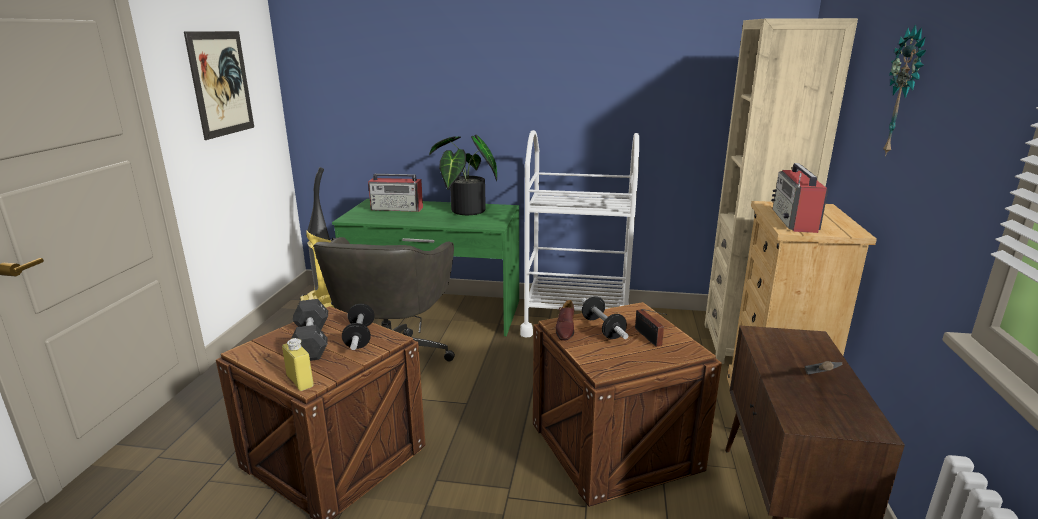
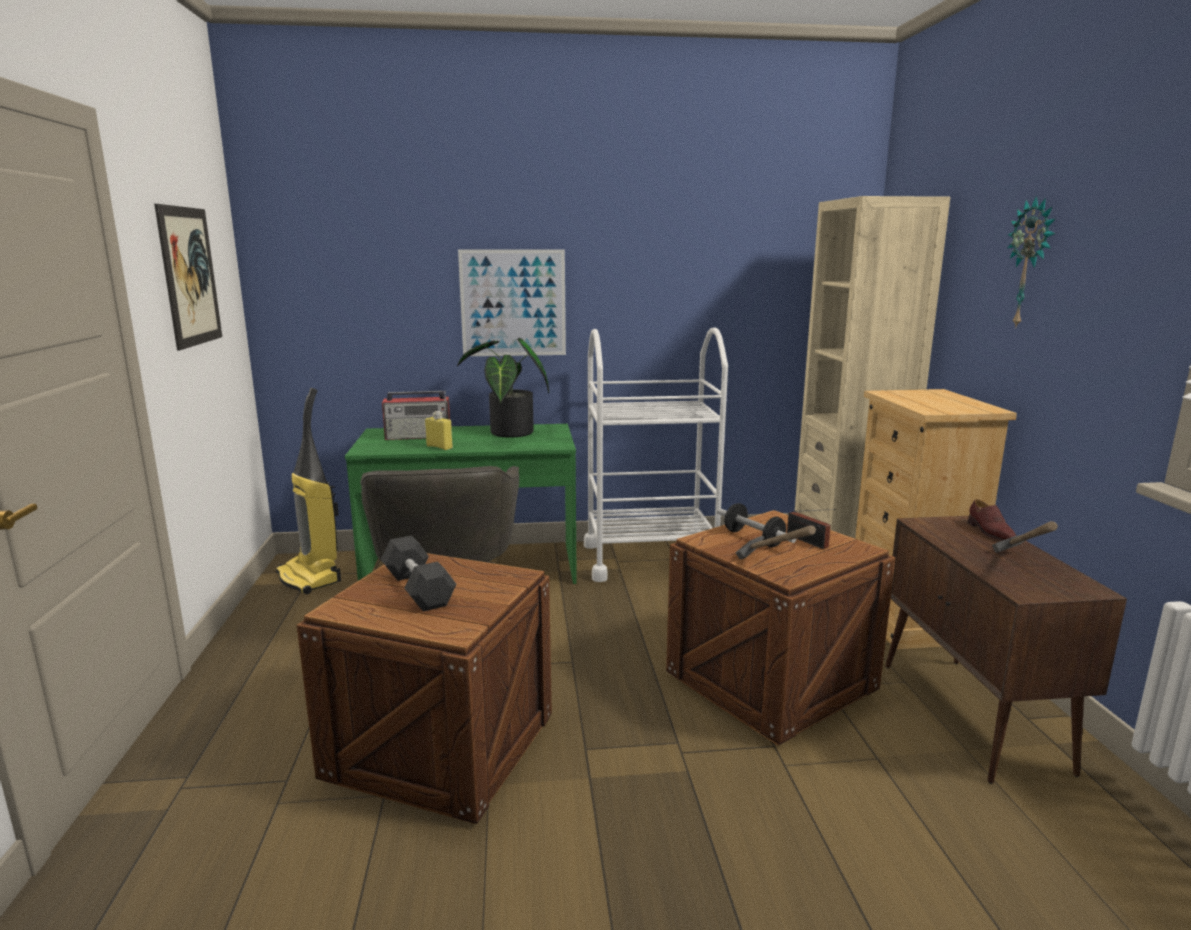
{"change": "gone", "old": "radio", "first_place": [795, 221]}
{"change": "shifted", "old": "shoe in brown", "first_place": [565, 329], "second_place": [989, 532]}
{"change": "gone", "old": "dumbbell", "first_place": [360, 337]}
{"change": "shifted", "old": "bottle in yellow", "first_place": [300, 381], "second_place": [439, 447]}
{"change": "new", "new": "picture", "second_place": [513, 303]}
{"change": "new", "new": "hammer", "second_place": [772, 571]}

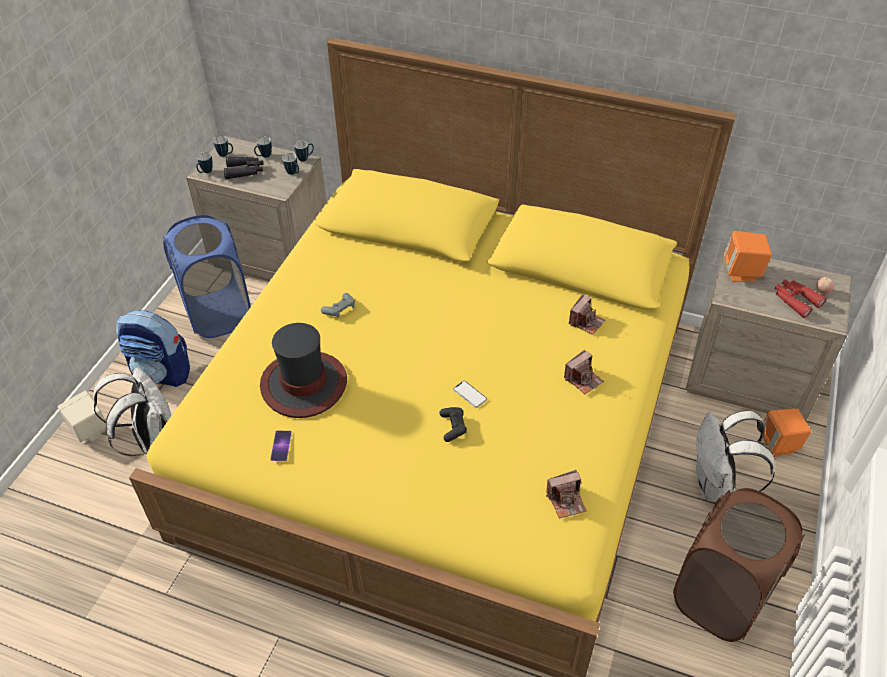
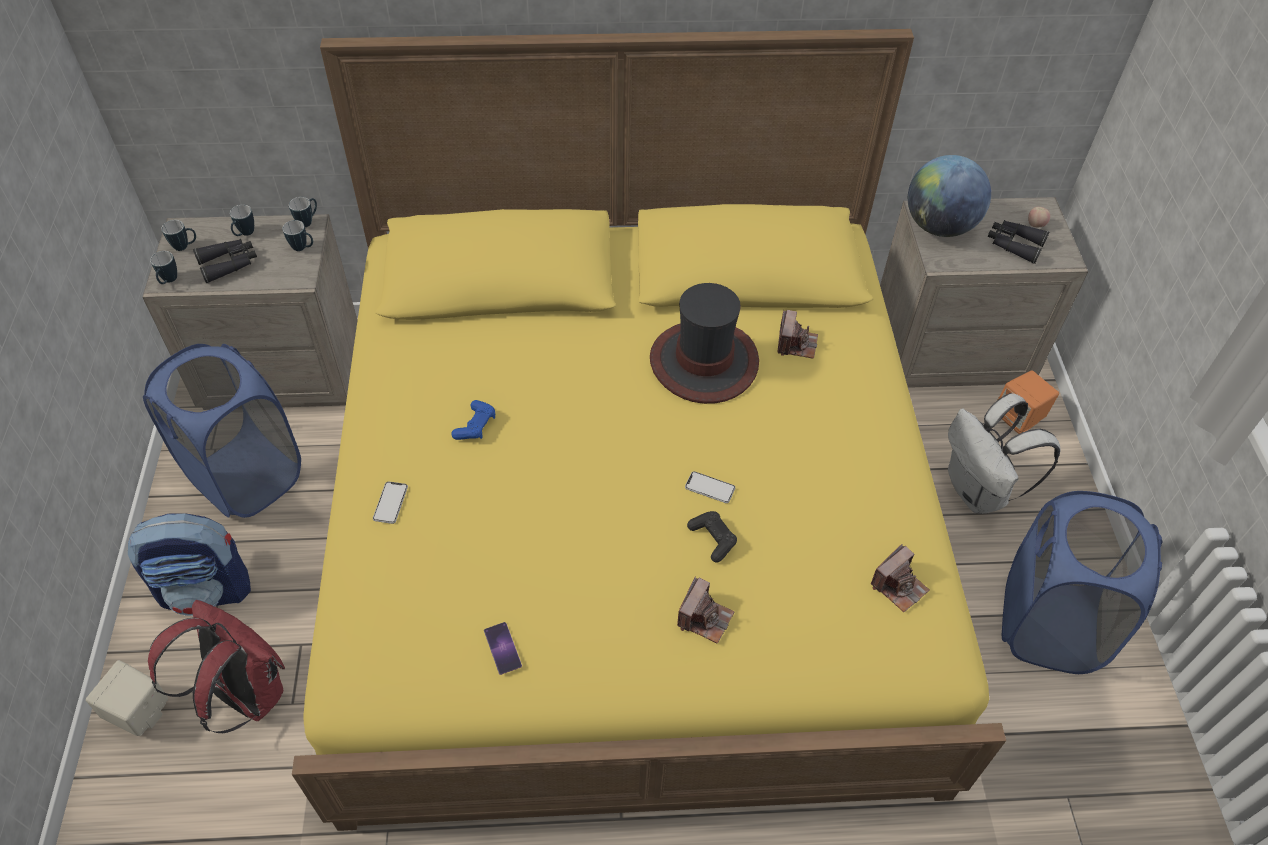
{"change": "swapped", "old": "speaker in orange", "new": "globe", "first_place": [742, 272], "second_place": [939, 226]}
{"change": "repainted", "old": "binoculars in red", "new": "binoculars in black", "first_place": [795, 300], "second_place": [1014, 244]}
{"change": "repainted", "old": "game controller in grey", "new": "game controller in blue", "first_place": [339, 309], "second_place": [475, 426]}
{"change": "shifted", "old": "hat", "first_place": [304, 384], "second_place": [704, 362]}
{"change": "shifted", "old": "photo camera", "first_place": [583, 379], "second_place": [704, 618]}
{"change": "repainted", "old": "backpack in white", "new": "backpack in red", "first_place": [151, 441], "second_place": [244, 695]}
{"change": "repainted", "old": "laundry basket in brown", "new": "laundry basket in blue", "first_place": [721, 598], "second_place": [1049, 624]}
{"change": "new", "new": "phone", "second_place": [390, 503]}

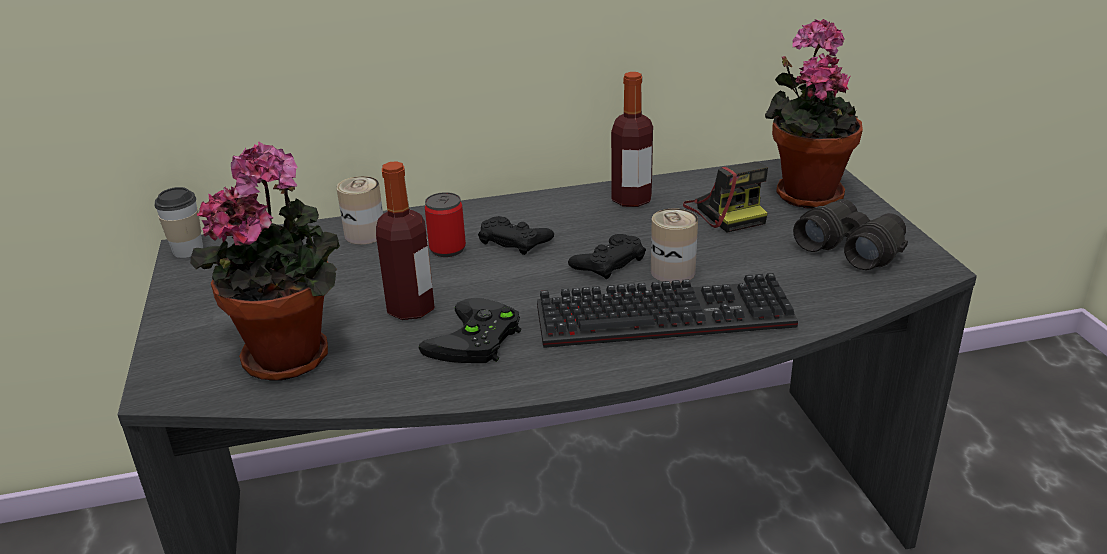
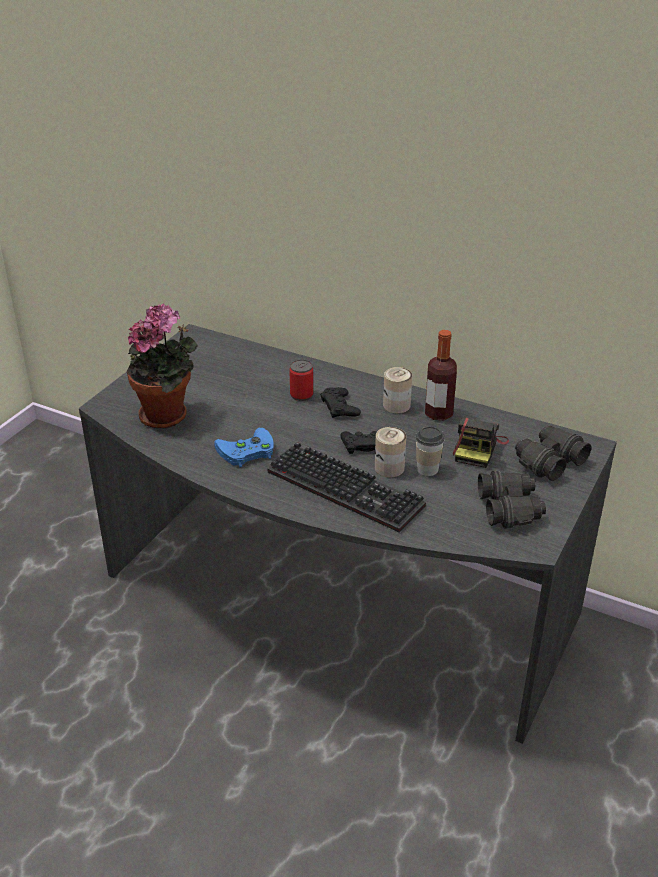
{"change": "swapped", "old": "potted plant", "new": "binoculars in black", "first_place": [805, 193], "second_place": [548, 461]}
{"change": "gone", "old": "bottle", "first_place": [411, 309]}
{"change": "shifted", "old": "can", "first_place": [365, 234], "second_place": [396, 405]}
{"change": "shifted", "old": "cup", "first_place": [188, 250], "second_place": [427, 469]}
{"change": "repainted", "old": "game controller in black", "new": "game controller in blue", "first_place": [475, 341], "second_place": [245, 452]}

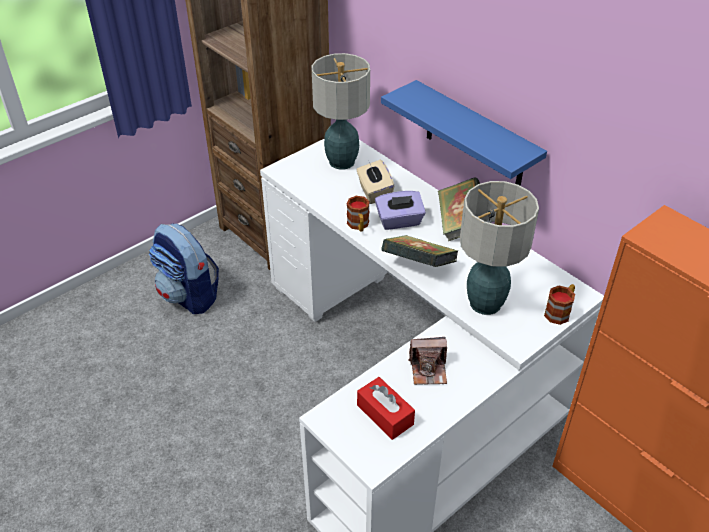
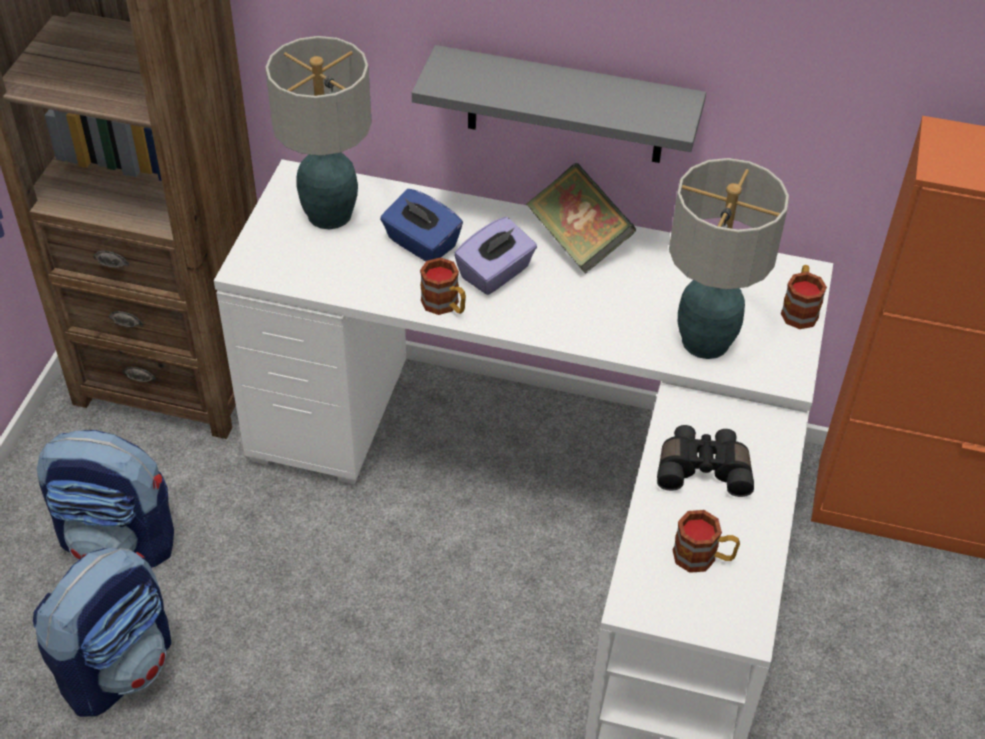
{"change": "repainted", "old": "shelf in blue", "new": "shelf in grey", "first_place": [474, 138], "second_place": [565, 106]}
{"change": "repainted", "old": "tissue box in beige", "new": "tissue box in blue", "first_place": [374, 192], "second_place": [421, 244]}
{"change": "gone", "old": "book", "first_place": [418, 266]}
{"change": "swapped", "old": "photo camera", "new": "binoculars in black", "first_place": [428, 370], "second_place": [703, 468]}
{"change": "swapped", "old": "tissue box in red", "new": "mug", "first_place": [385, 415], "second_place": [703, 557]}
{"change": "new", "new": "backpack", "second_place": [118, 666]}

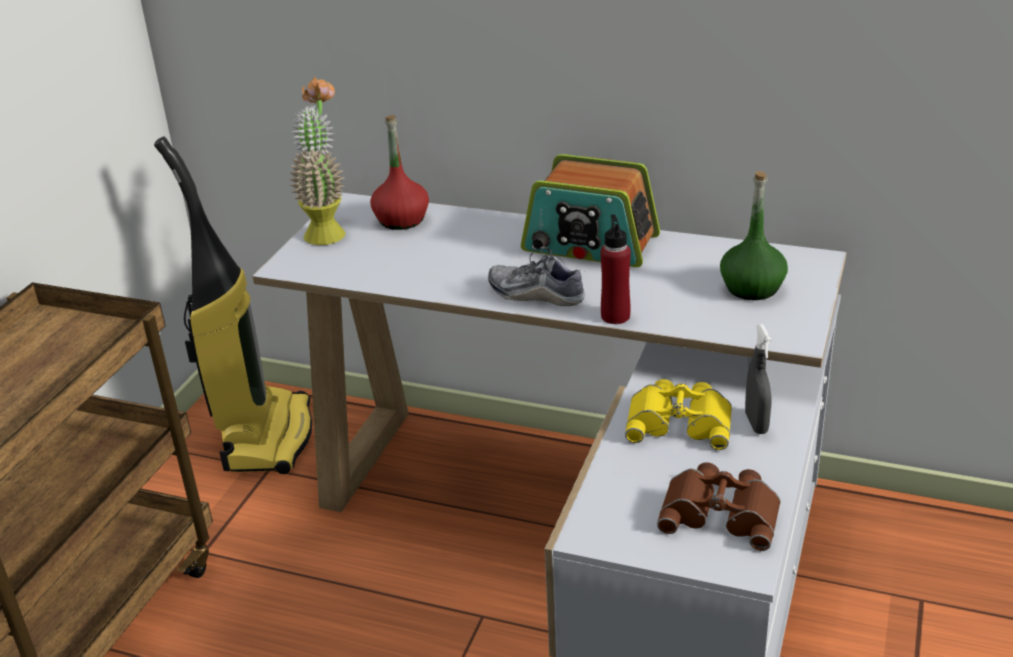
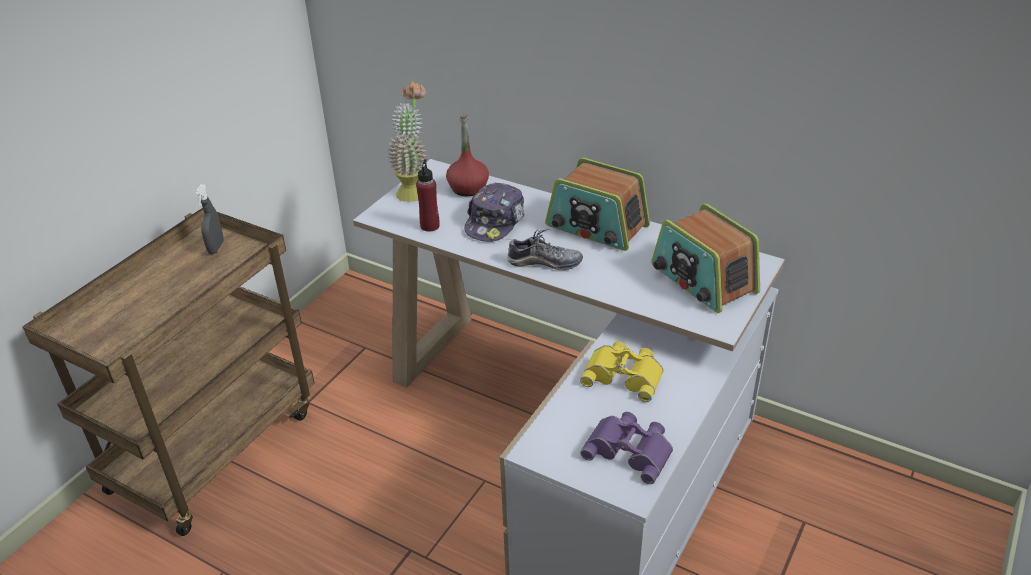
{"change": "gone", "old": "vacuum cleaner", "first_place": [265, 436]}
{"change": "swapped", "old": "bottle in green", "new": "radio", "first_place": [752, 288], "second_place": [703, 280]}
{"change": "shifted", "old": "bottle in red", "first_place": [615, 316], "second_place": [430, 226]}
{"change": "rotated", "old": "shoe", "first_place": [536, 294], "second_place": [544, 262], "degrees": 150}
{"change": "shifted", "old": "spray bottle in grey", "first_place": [756, 423], "second_place": [216, 248]}
{"change": "repainted", "old": "binoculars in brown", "new": "binoculars in purple", "first_place": [721, 512], "second_place": [630, 449]}
{"change": "new", "new": "cap", "second_place": [495, 222]}

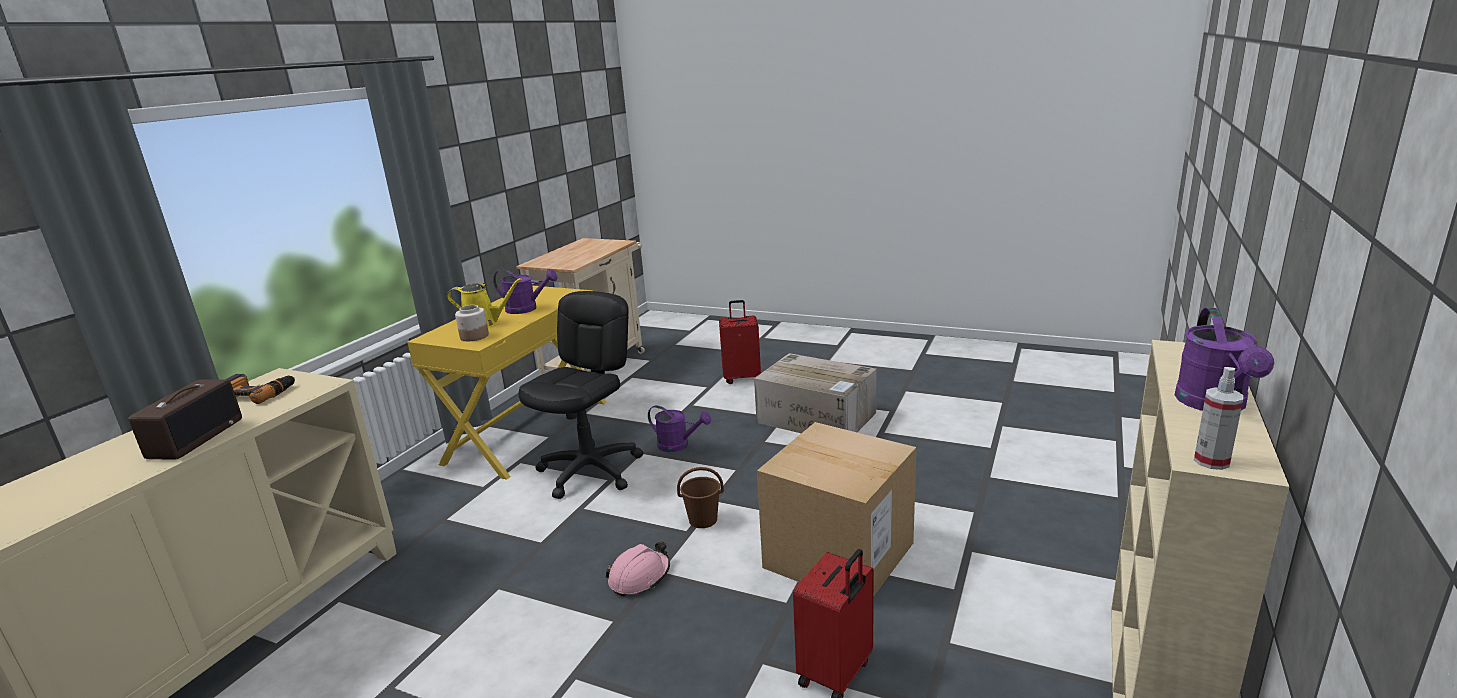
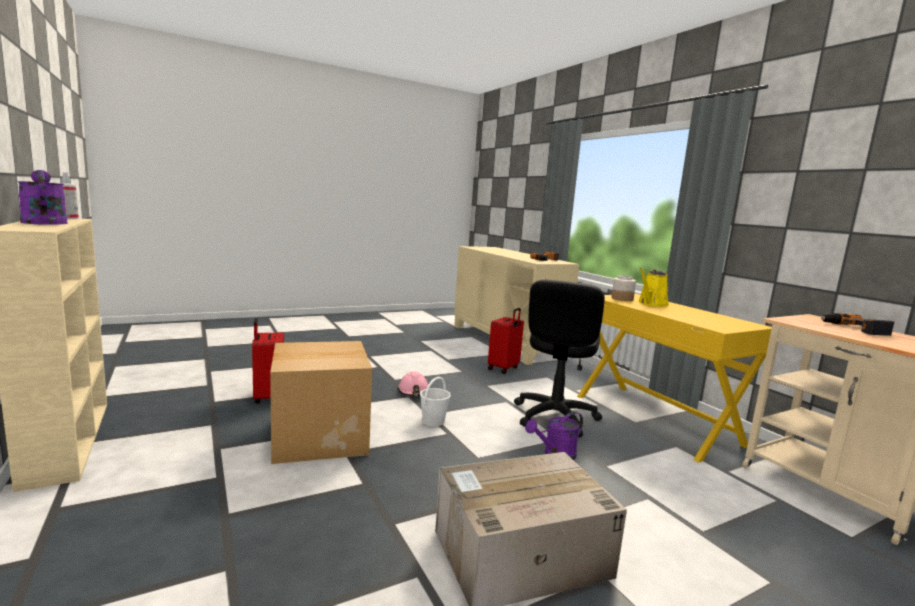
{"change": "gone", "old": "watering can in purple", "first_place": [527, 309]}
{"change": "rotated", "old": "office chair in black", "first_place": [591, 471], "second_place": [554, 416], "degrees": 45}
{"change": "shifted", "old": "suitcase in red", "first_place": [742, 378], "second_place": [504, 368]}
{"change": "gone", "old": "radio", "first_place": [195, 438]}
{"change": "repainted", "old": "bucket in brown", "new": "bucket in white", "first_place": [703, 520], "second_place": [433, 421]}
{"change": "new", "new": "power drill", "second_place": [854, 328]}

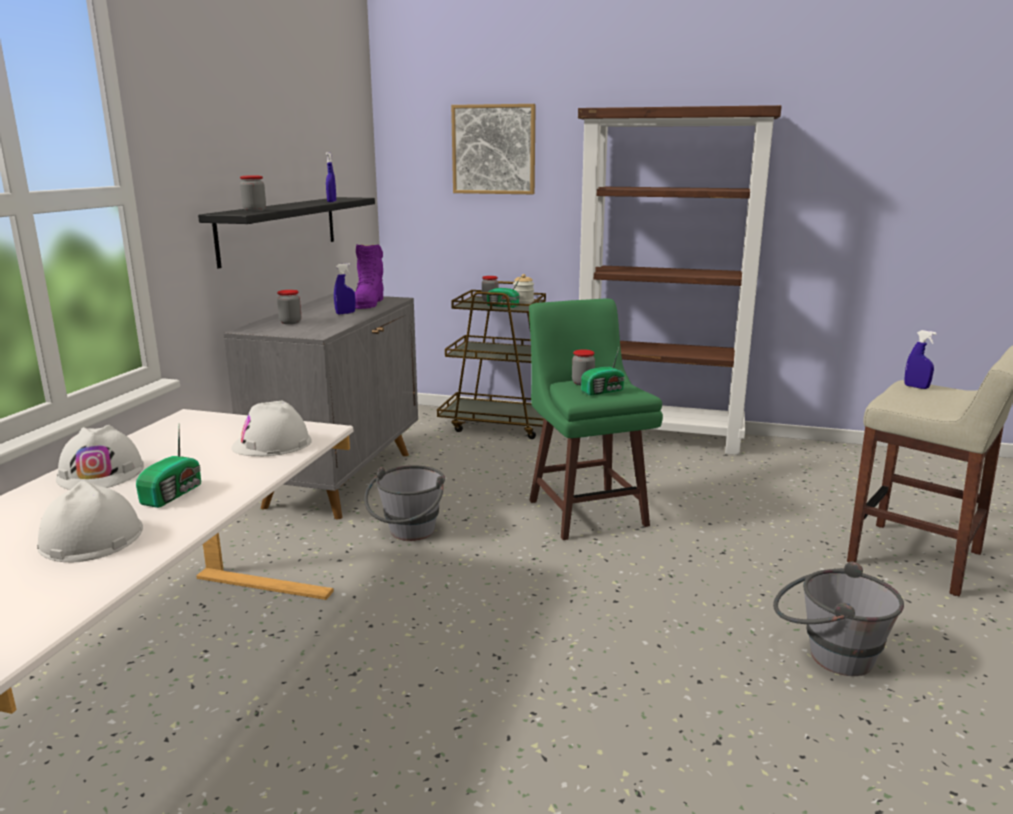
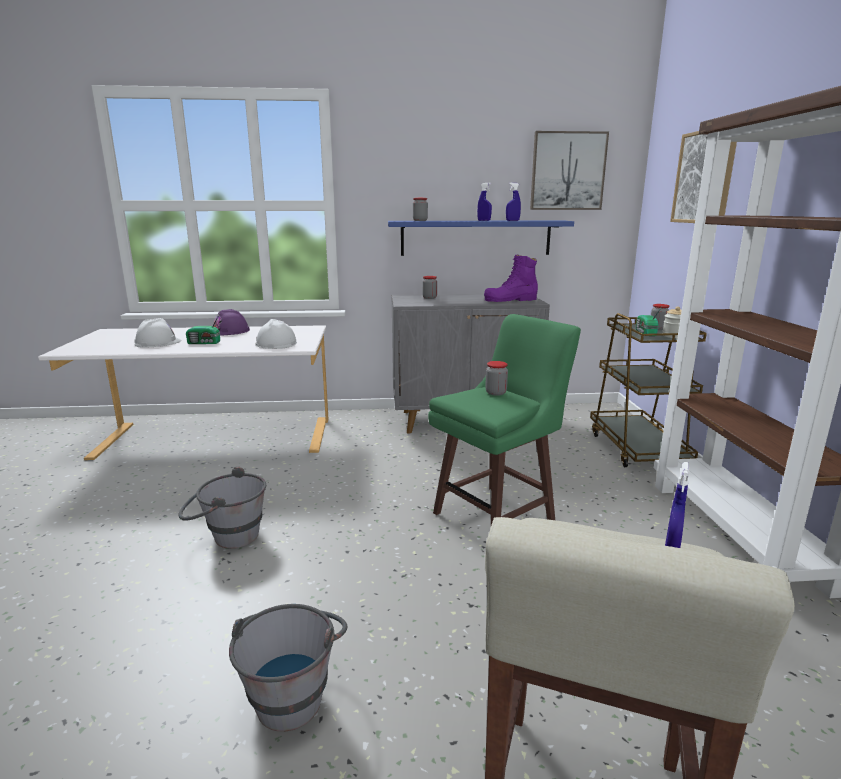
{"change": "repainted", "old": "shelf in black", "new": "shelf in blue", "first_place": [280, 229], "second_place": [476, 238]}
{"change": "shifted", "old": "spray bottle in blue", "first_place": [345, 313], "second_place": [484, 220]}
{"change": "gone", "old": "radio", "first_place": [604, 391]}
{"change": "repainted", "old": "hard hat in white", "new": "hard hat in purple", "first_place": [101, 473], "second_place": [229, 331]}
{"change": "shifted", "old": "bucket in grey", "first_place": [408, 535], "second_place": [227, 536]}
{"change": "new", "new": "picture", "second_place": [567, 171]}

